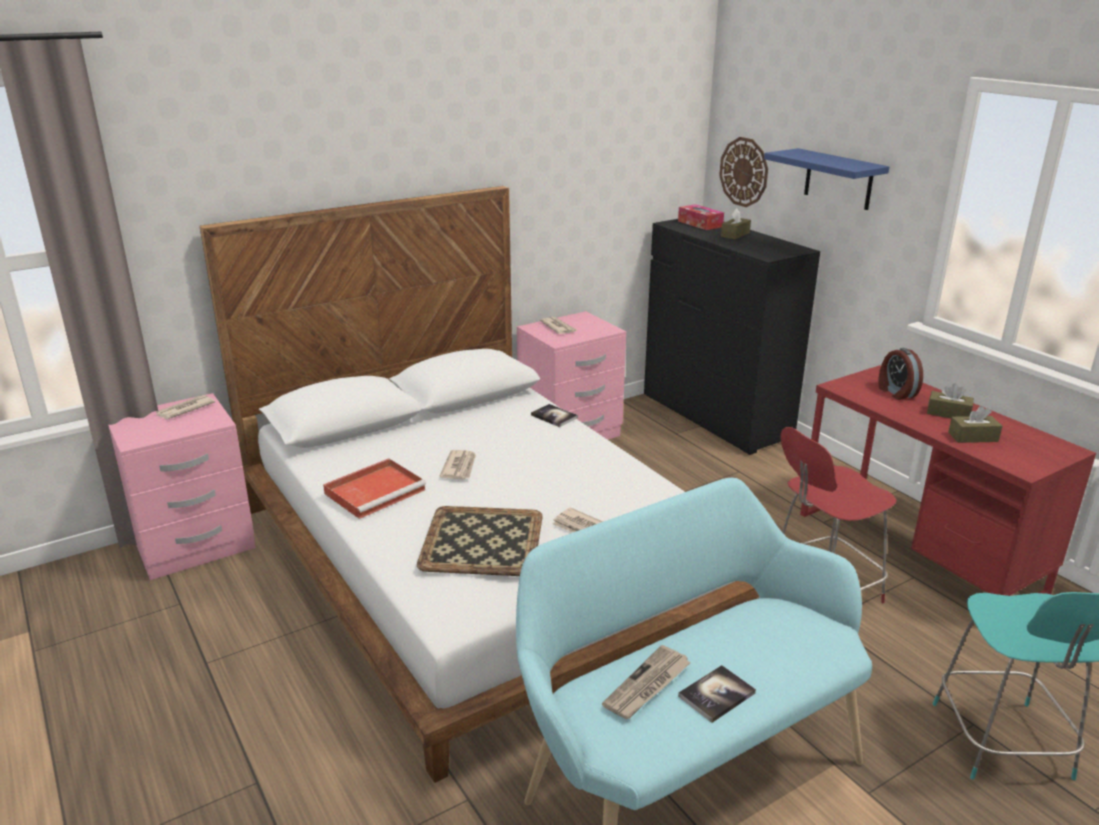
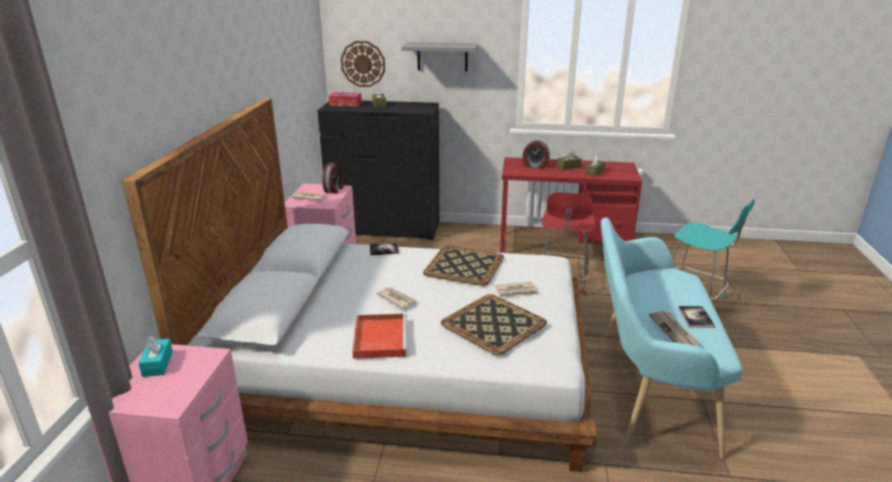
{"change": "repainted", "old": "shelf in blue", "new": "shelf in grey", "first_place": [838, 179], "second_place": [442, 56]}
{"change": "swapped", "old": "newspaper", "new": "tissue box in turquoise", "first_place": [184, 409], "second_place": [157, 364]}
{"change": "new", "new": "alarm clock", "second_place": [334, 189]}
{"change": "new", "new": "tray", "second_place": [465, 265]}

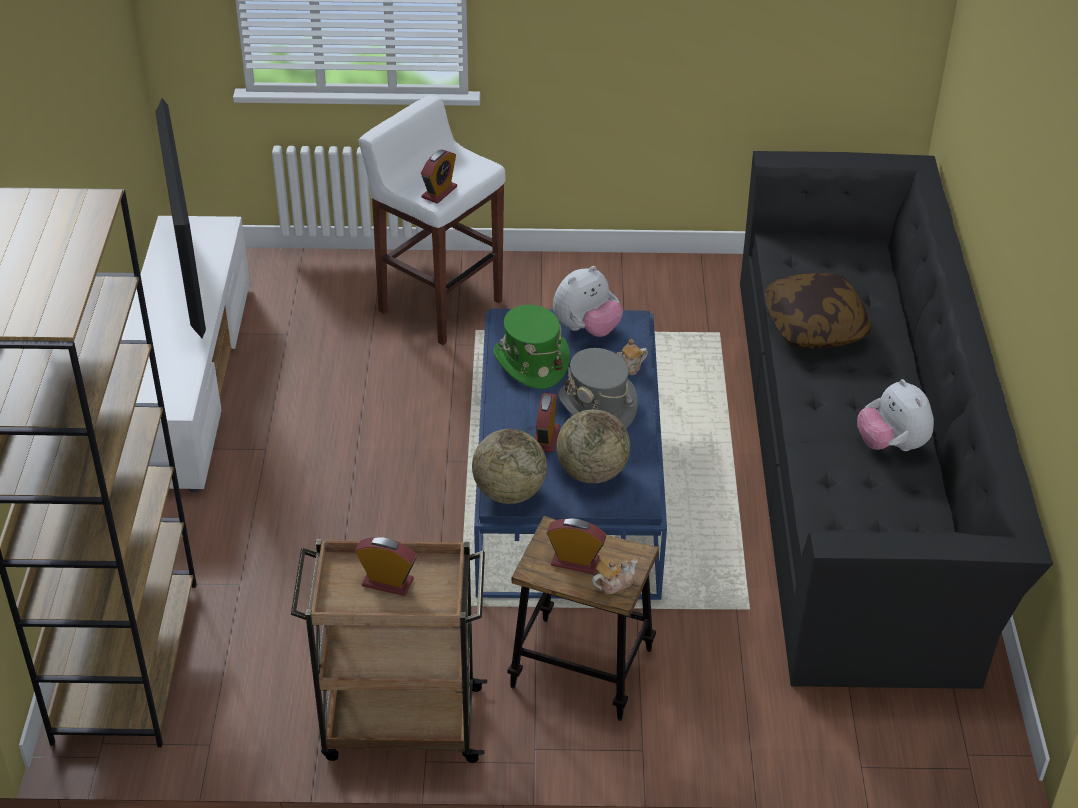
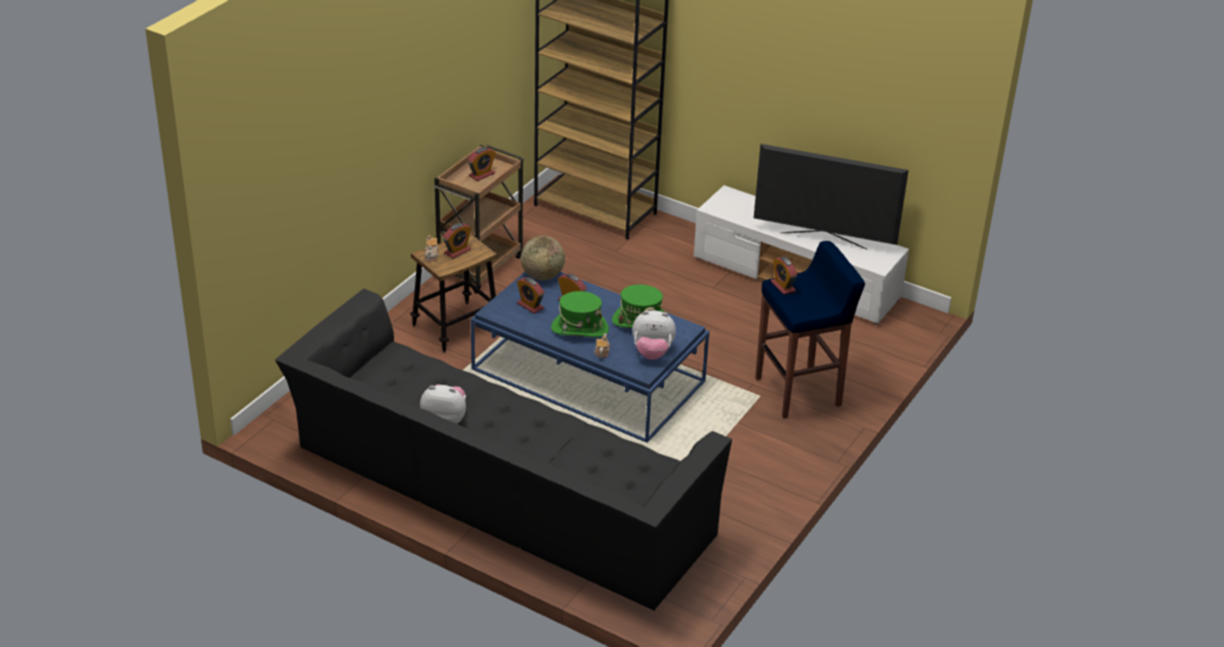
{"change": "repainted", "old": "stool in white", "new": "stool in blue", "first_place": [439, 305], "second_place": [799, 392]}
{"change": "rotated", "old": "plush toy", "first_place": [586, 329], "second_place": [652, 353], "degrees": -75}
{"change": "gone", "old": "pillow", "first_place": [815, 326]}
{"change": "repainted", "old": "hat in grey", "new": "hat in green", "first_place": [598, 407], "second_place": [579, 329]}
{"change": "swapped", "old": "globe", "new": "alarm clock", "first_place": [592, 472], "second_place": [530, 306]}

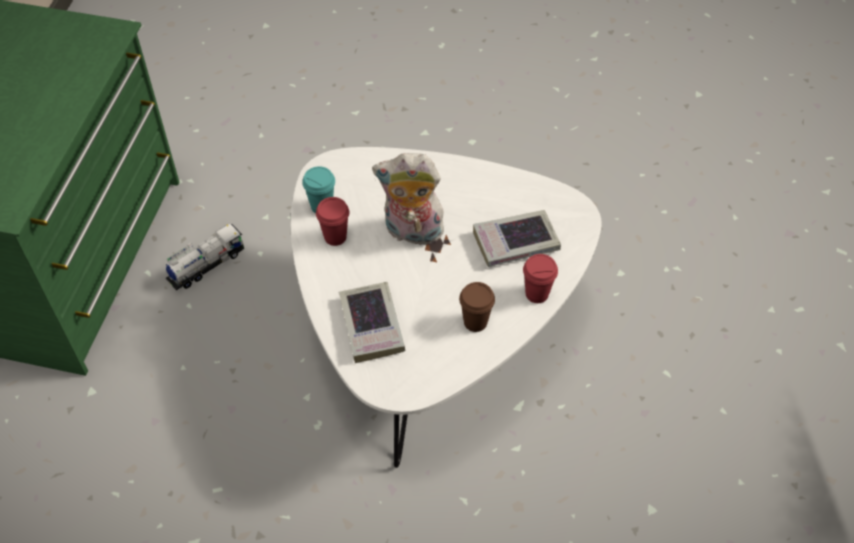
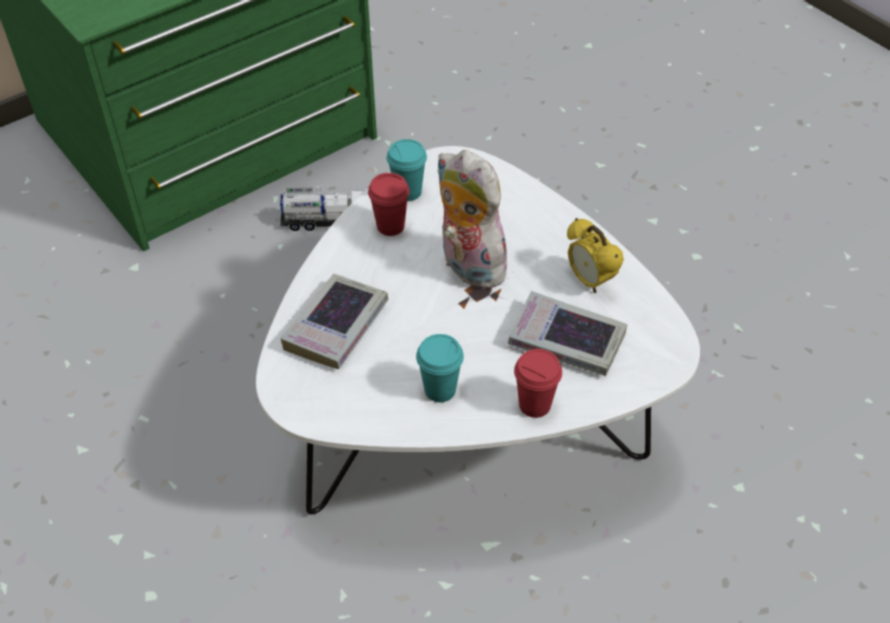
{"change": "repainted", "old": "cup in brown", "new": "cup in turquoise", "first_place": [475, 322], "second_place": [440, 390]}
{"change": "new", "new": "alarm clock", "second_place": [590, 281]}

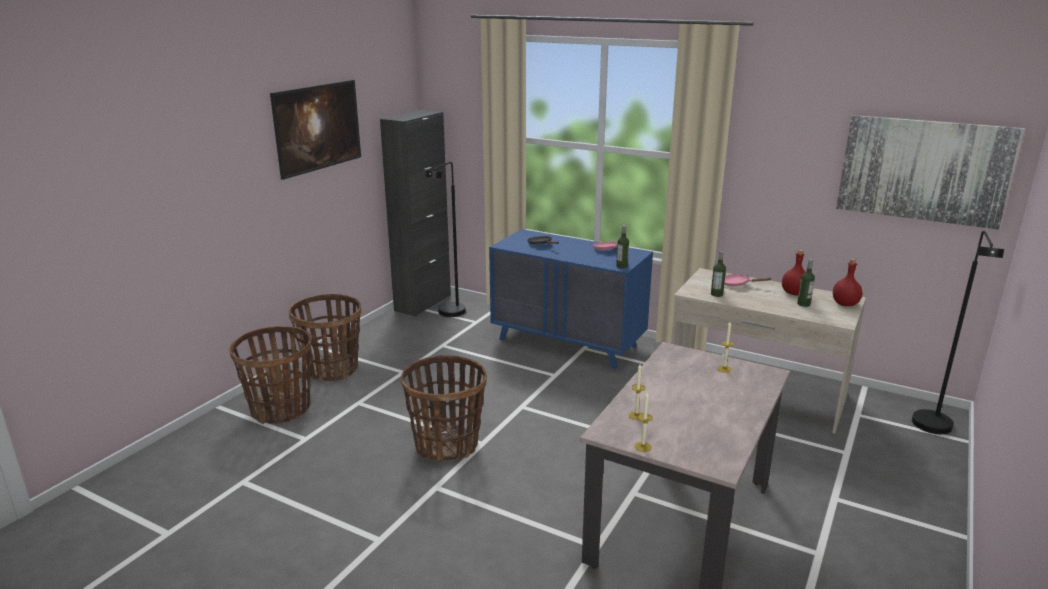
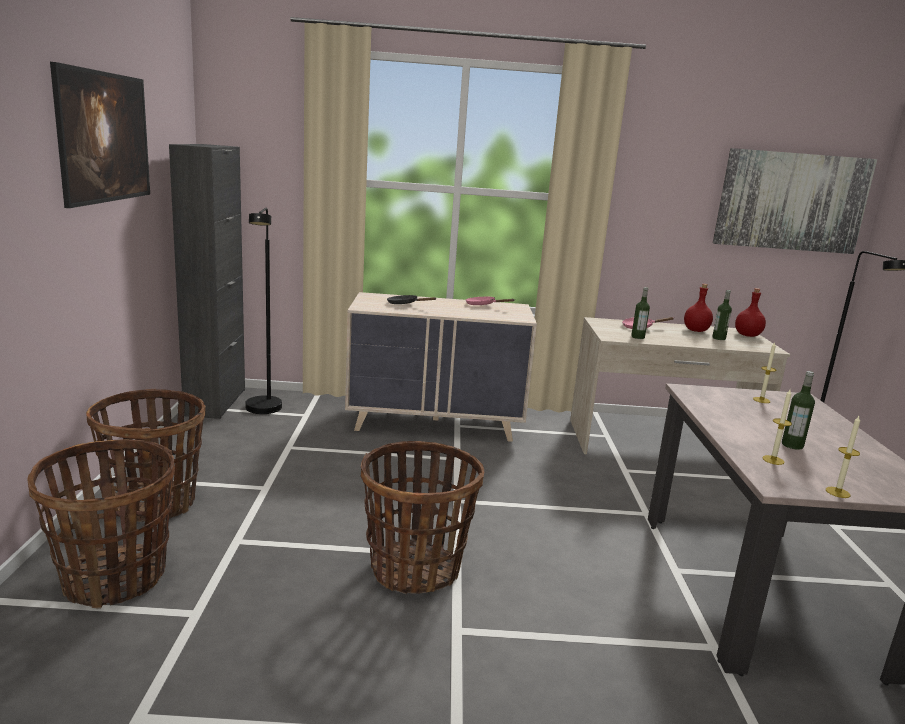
{"change": "shifted", "old": "bottle", "first_place": [622, 266], "second_place": [792, 445]}
{"change": "repainted", "old": "dresser in blue", "new": "dresser in beige", "first_place": [568, 343], "second_place": [436, 423]}

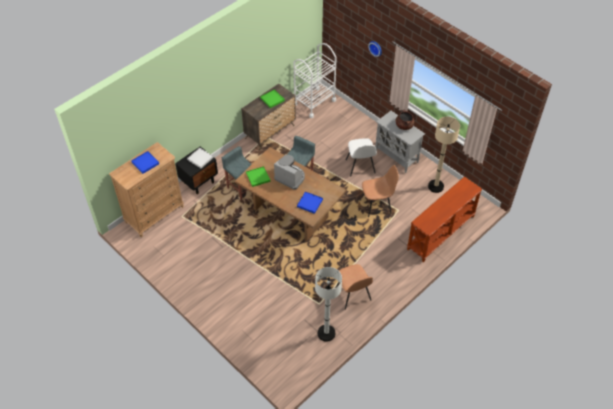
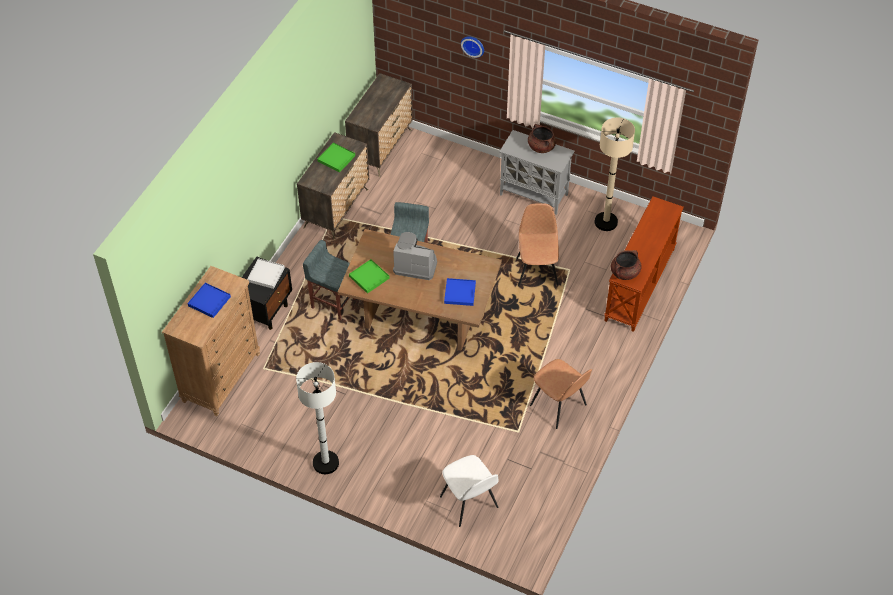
{"change": "swapped", "old": "cart in white", "new": "dresser", "first_place": [314, 102], "second_place": [381, 147]}
{"change": "shifted", "old": "chair in white", "first_place": [360, 167], "second_place": [469, 503]}
{"change": "rotated", "old": "chair in brown", "first_place": [377, 205], "second_place": [537, 270], "degrees": -60}
{"change": "shifted", "old": "floor lamp in white", "first_place": [326, 333], "second_place": [325, 463]}
{"change": "new", "new": "cooking pot in brown", "second_place": [625, 273]}

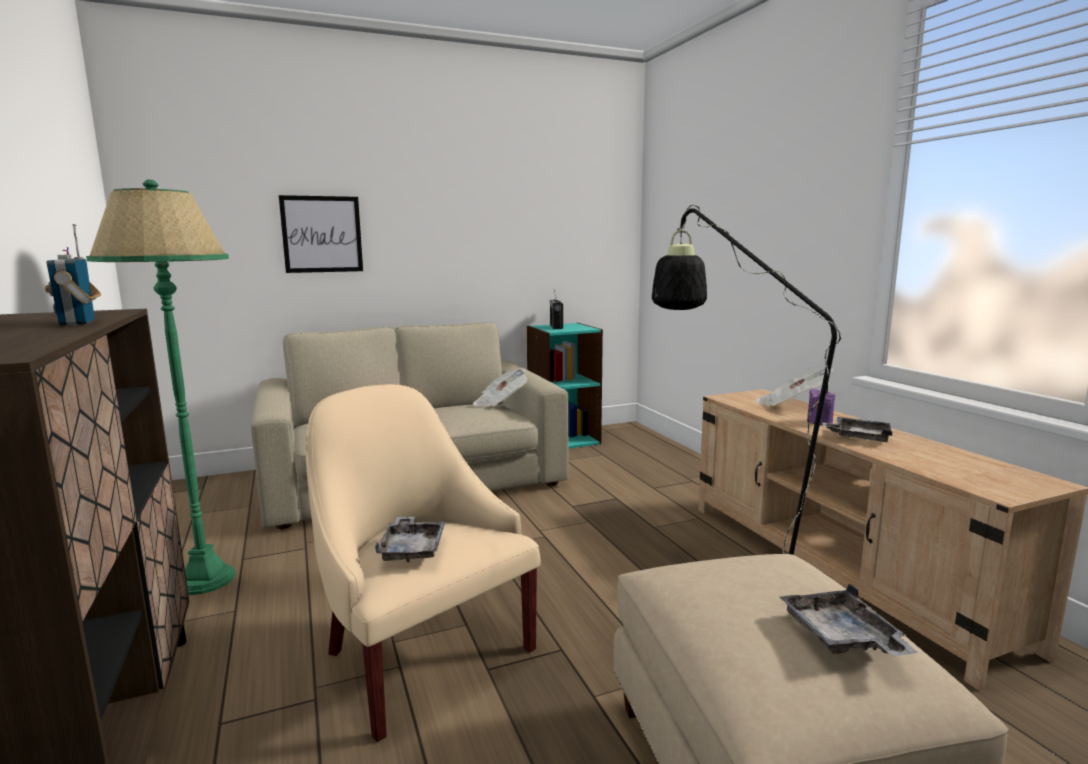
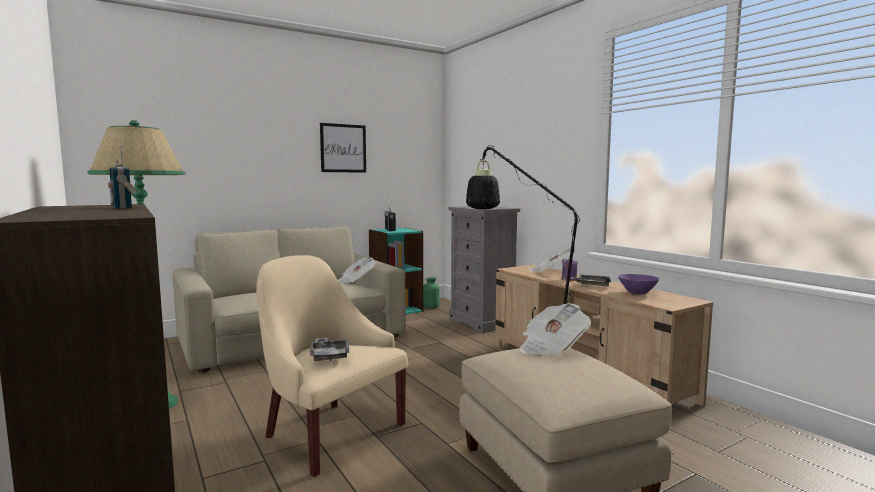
{"change": "shifted", "old": "picture", "first_place": [322, 234], "second_place": [343, 148]}
{"change": "gone", "old": "tray in grey", "first_place": [841, 637]}
{"change": "new", "new": "dresser in grey", "second_place": [482, 322]}
{"change": "new", "new": "bowl in purple", "second_place": [637, 292]}
{"change": "new", "new": "vase in green", "second_place": [431, 307]}
{"change": "new", "new": "newspaper", "second_place": [551, 348]}

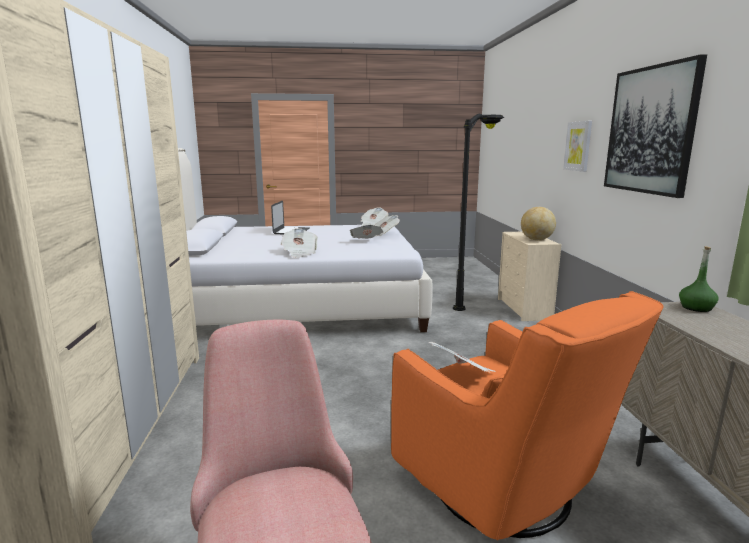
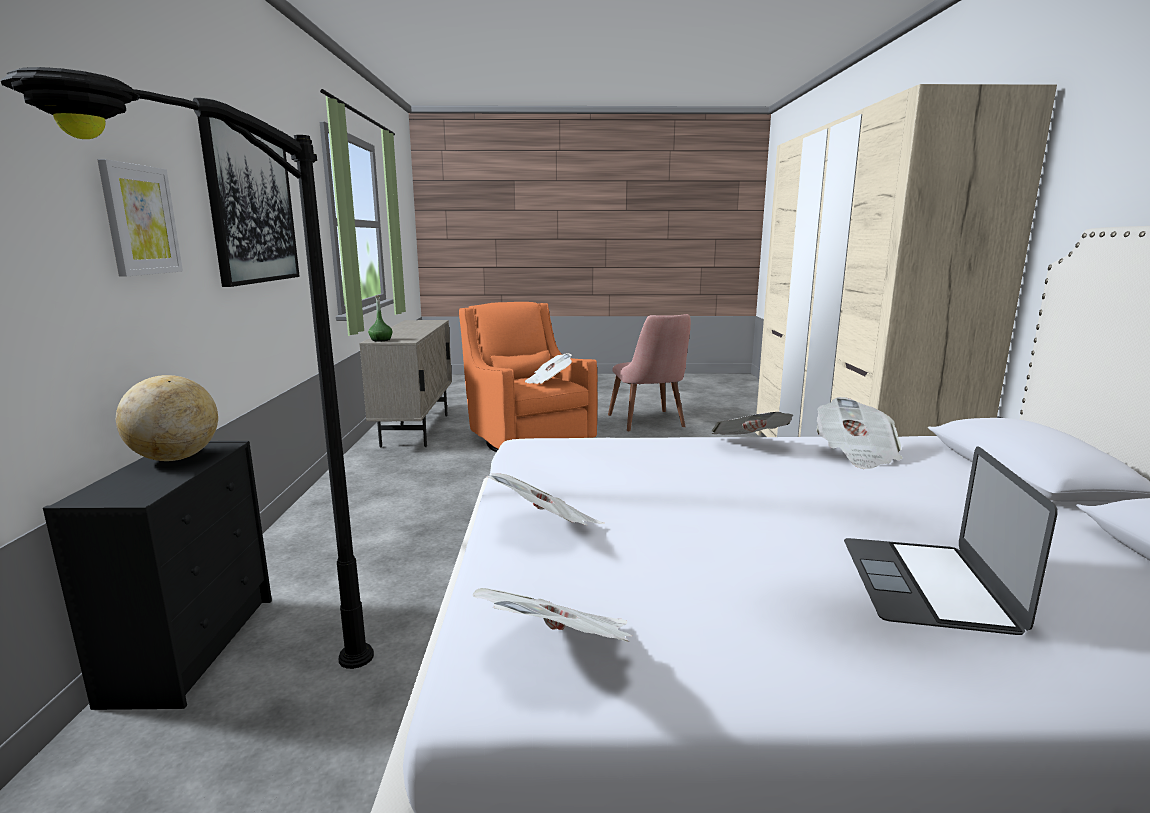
{"change": "shifted", "old": "newspaper", "first_place": [366, 241], "second_place": [855, 454]}
{"change": "repainted", "old": "dresser in beige", "new": "dresser in black", "first_place": [524, 309], "second_place": [194, 646]}

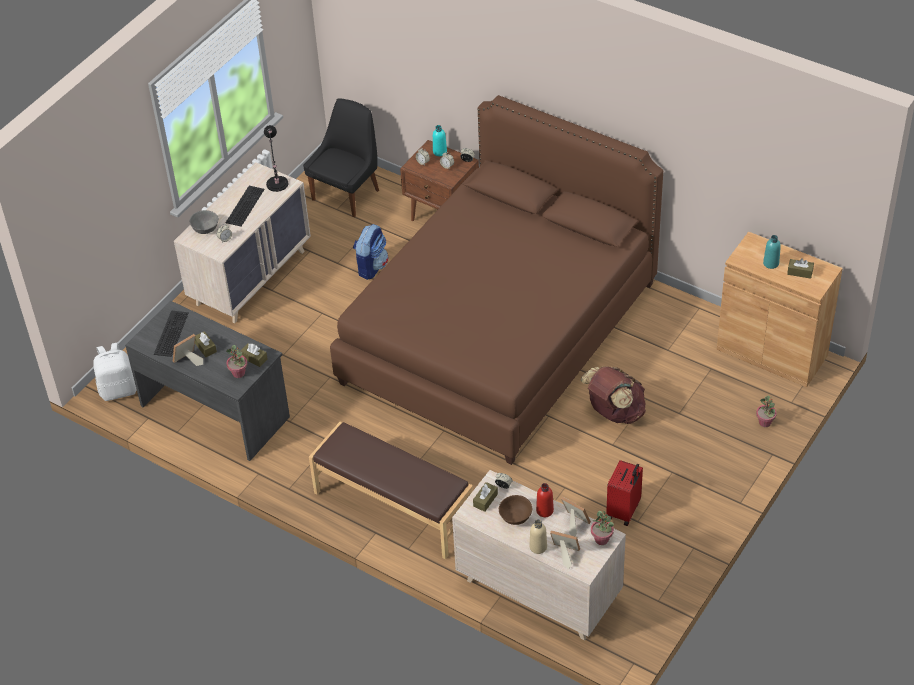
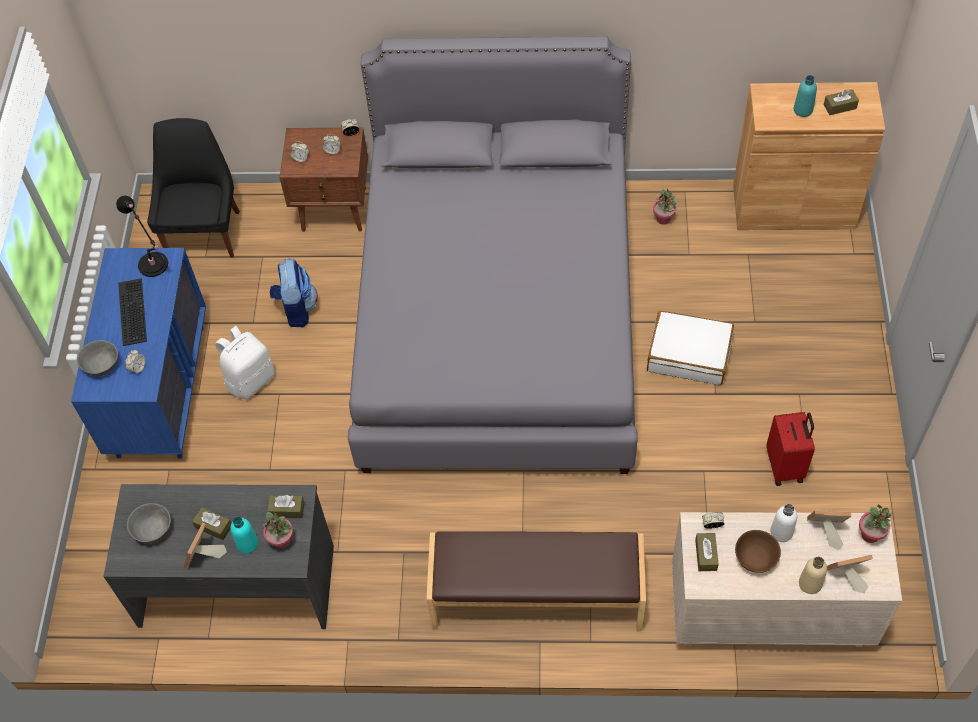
{"change": "repainted", "old": "bed in brown", "new": "bed in grey", "first_place": [499, 333], "second_place": [498, 320]}
{"change": "shifted", "old": "bottle in turquoise", "first_place": [440, 152], "second_place": [247, 543]}
{"change": "repainted", "old": "dresser in beige", "new": "dresser in blue", "first_place": [251, 277], "second_place": [161, 389]}
{"change": "swapped", "old": "keyboard", "new": "bowl in grey", "first_place": [170, 333], "second_place": [152, 529]}
{"change": "shifted", "old": "backpack in white", "first_place": [119, 390], "second_place": [250, 379]}
{"change": "swapped", "old": "backpack in brown", "new": "suitcase in white", "first_place": [614, 412], "second_place": [689, 354]}
{"change": "shifted", "old": "potted plant", "first_place": [765, 422], "second_place": [663, 219]}
{"change": "repainted", "old": "bottle in red", "new": "bottle in white", "first_place": [544, 510], "second_place": [781, 532]}

